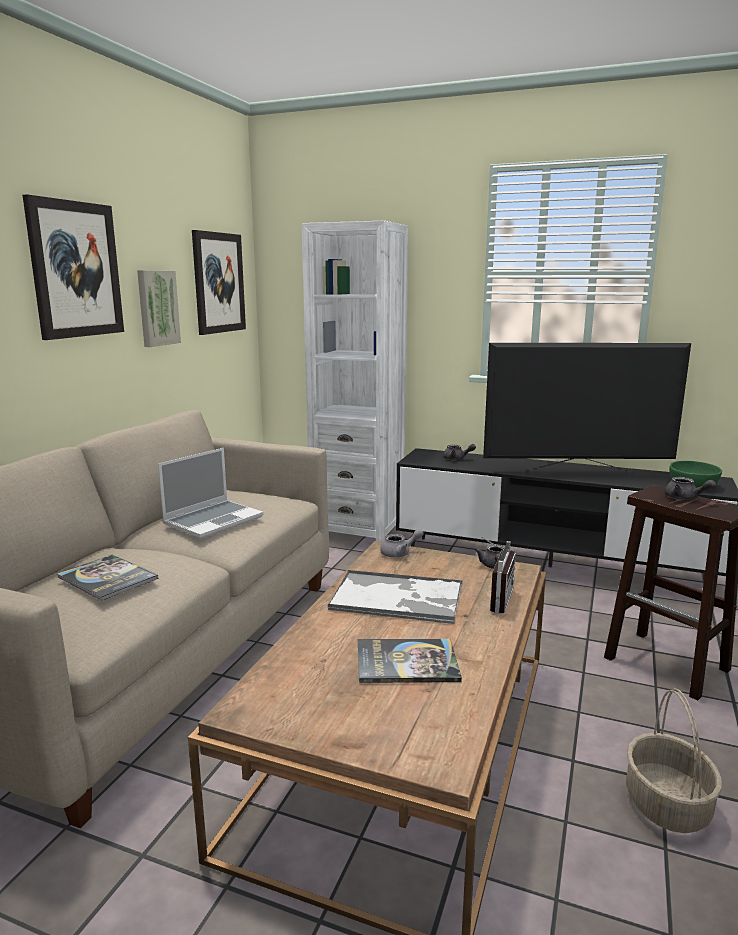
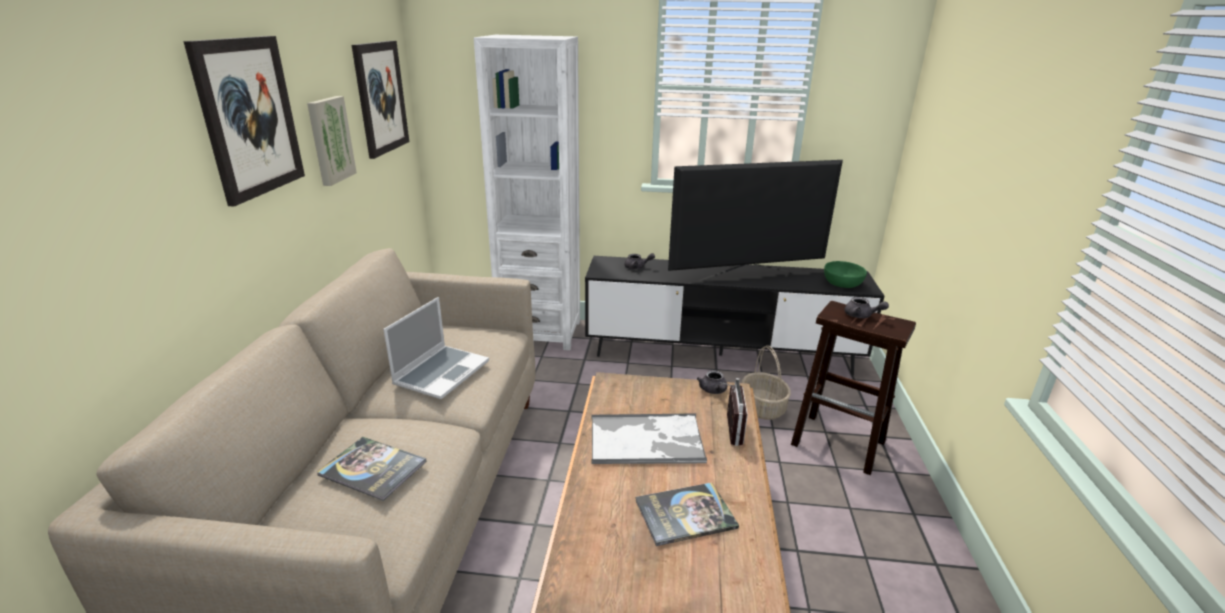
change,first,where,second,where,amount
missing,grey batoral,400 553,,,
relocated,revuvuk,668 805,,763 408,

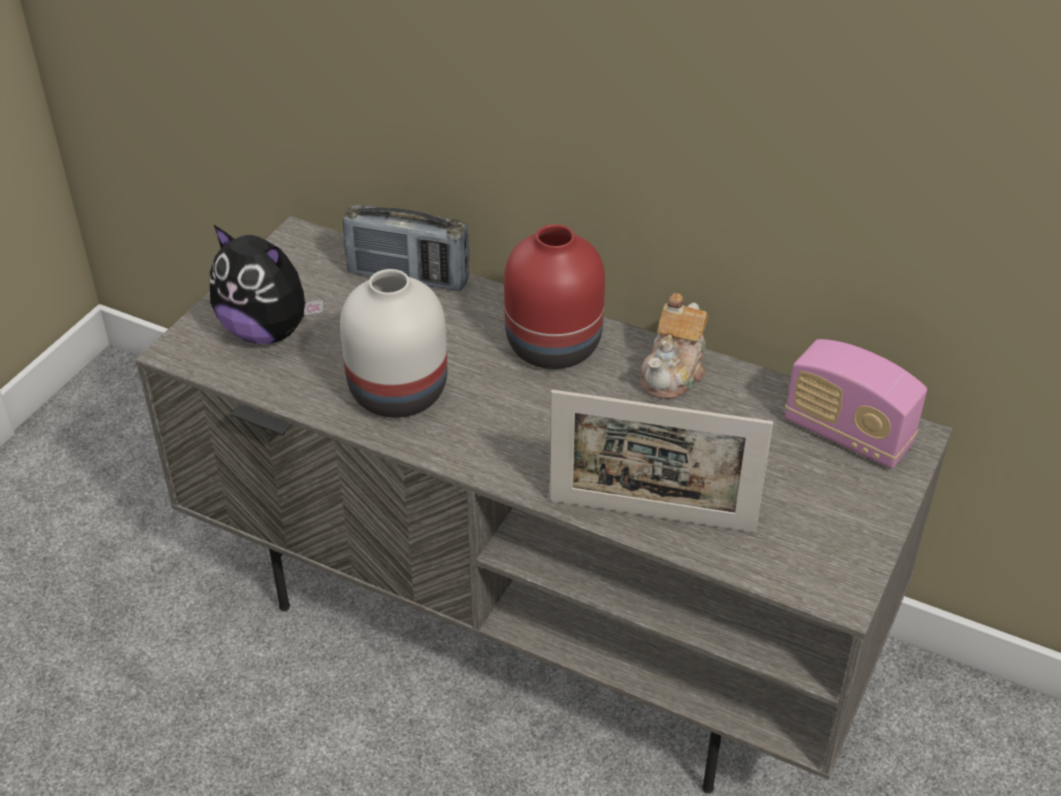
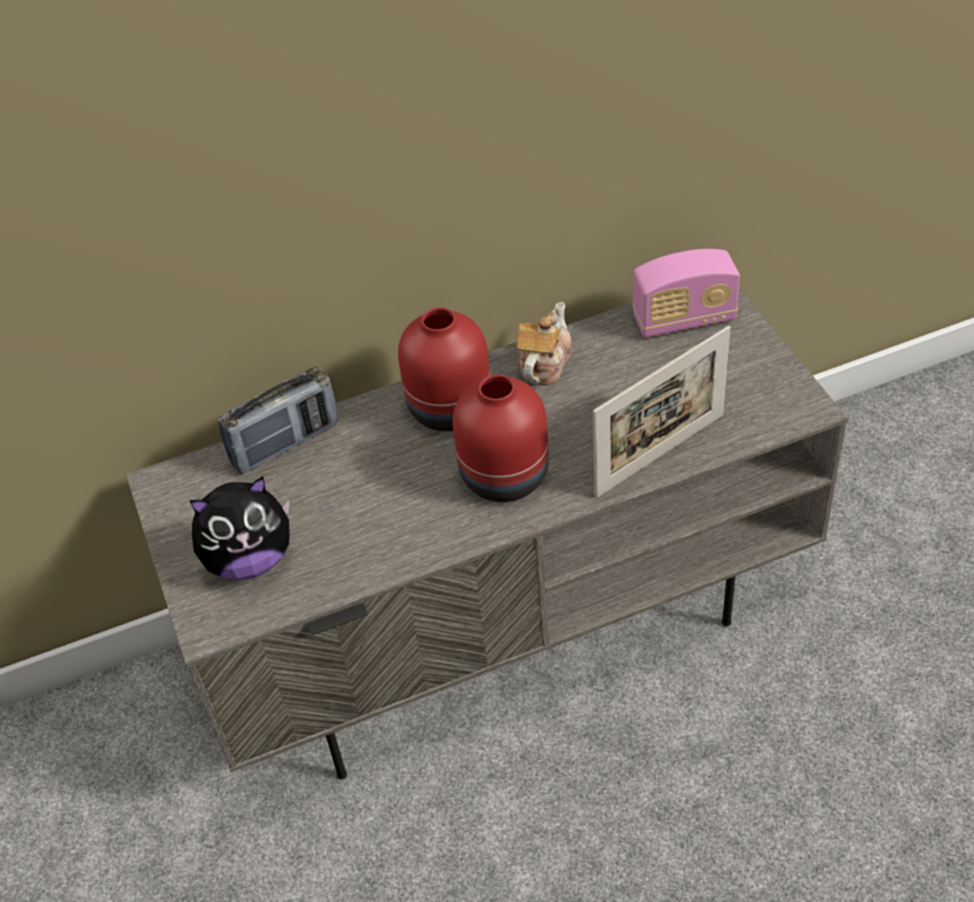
change,first,where,second,where,amount
missing,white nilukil,401 392,,,
spun,batoral,674 372,,544 363,135 degrees counterclockwise
appeared,,,red nilukil,506 476,

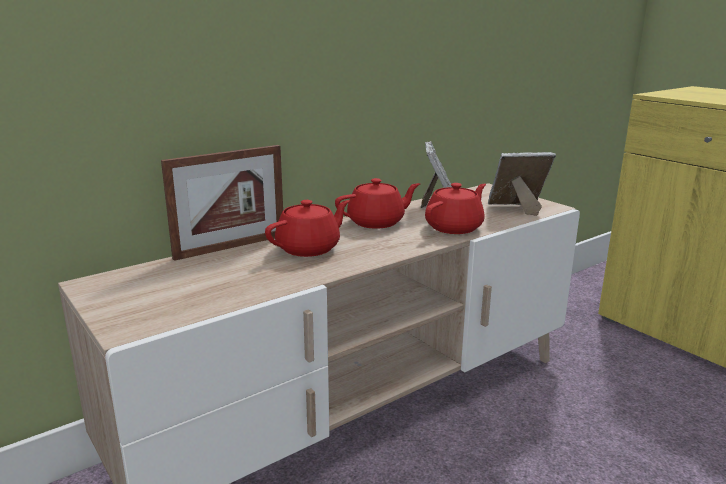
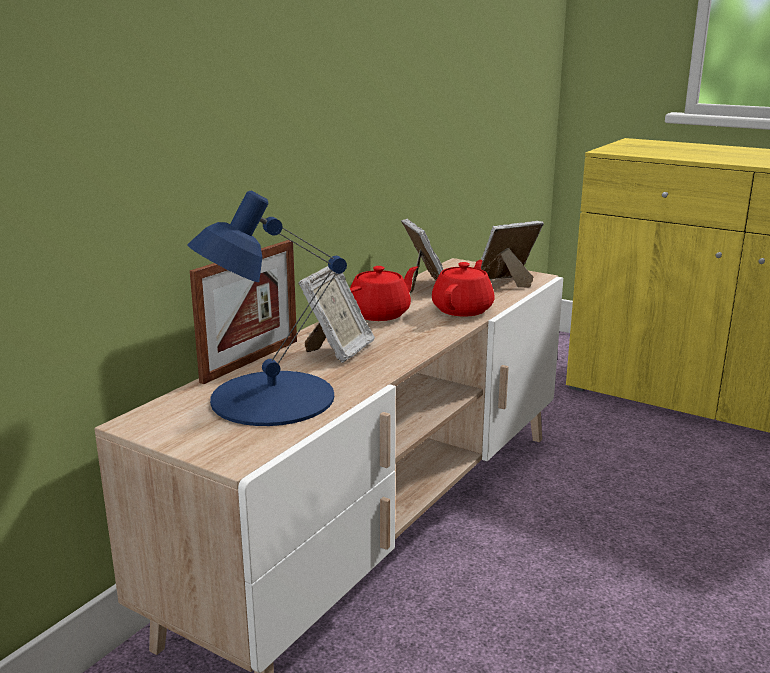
change,first,where,second,where,amount
exchanged,red batoral,309 248,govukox,338 350,
appeared,,,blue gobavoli,270 398,

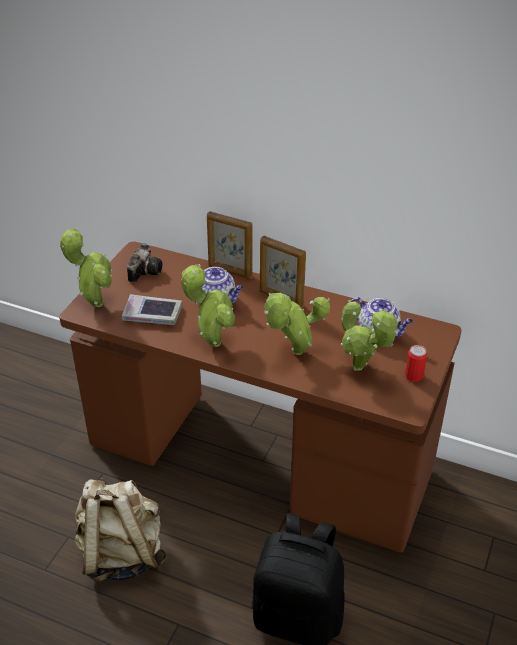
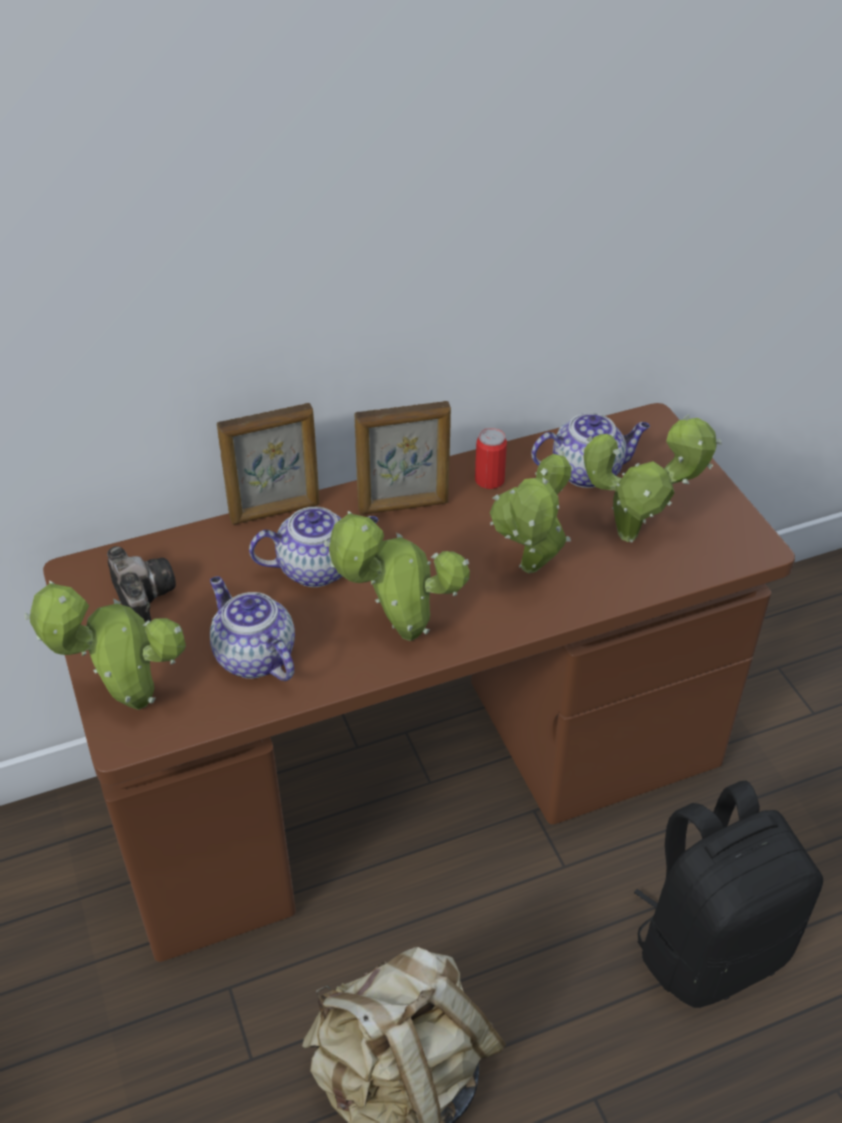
change,first,where,second,where,amount
exchanged,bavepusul,152 314,batoral,253 656,
relocated,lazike,414 376,,489 480,

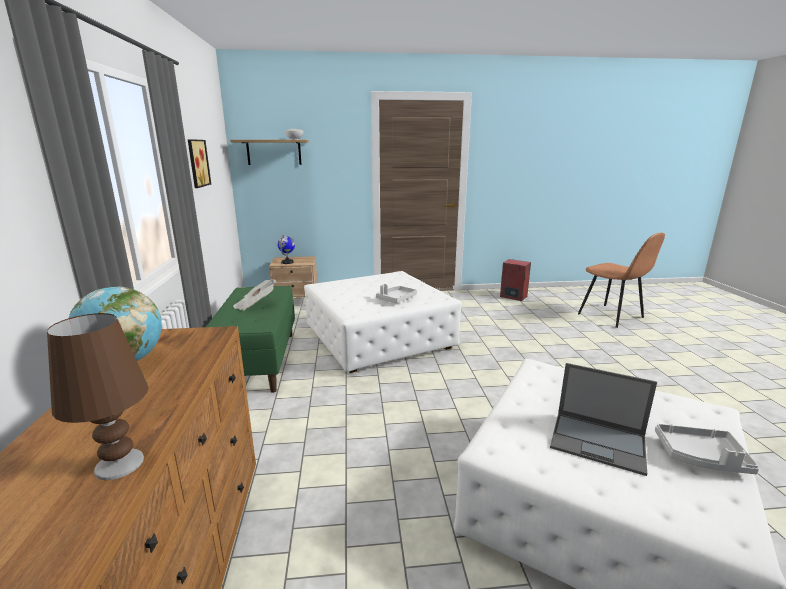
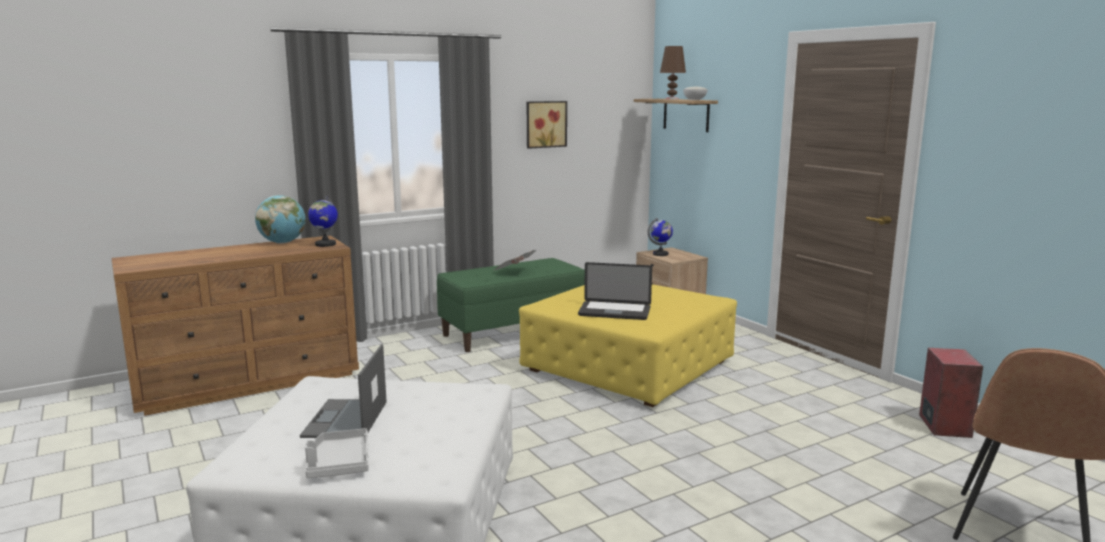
change,first,where,second,where,amount
colour,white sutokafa,379 337,yellow sutokafa,629 365,
exchanged,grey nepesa,396 299,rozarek,614 312,
relocated,brown gobavoli,120 464,,672 99,
appeared,,,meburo,325 244,

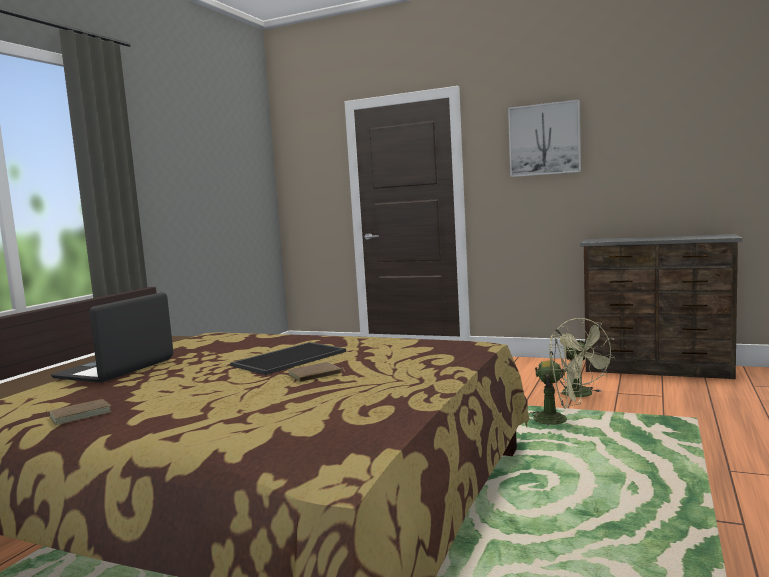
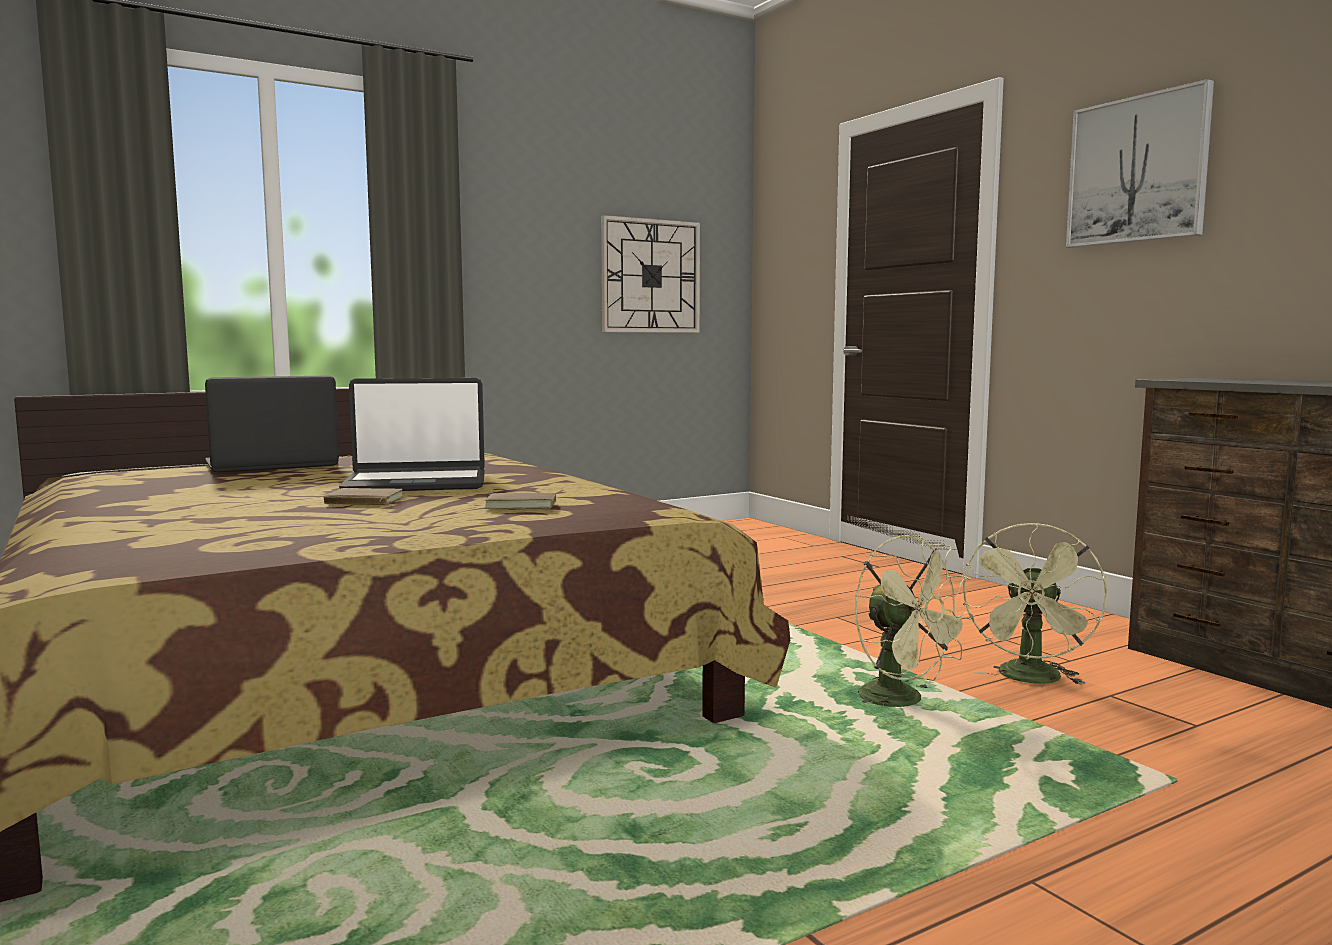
change,first,where,second,where,amount
exchanged,nepesa,289 358,rozarek,416 483,
relocated,brown bavepusul,80 414,,521 505,
appeared,,,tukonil,650 276,

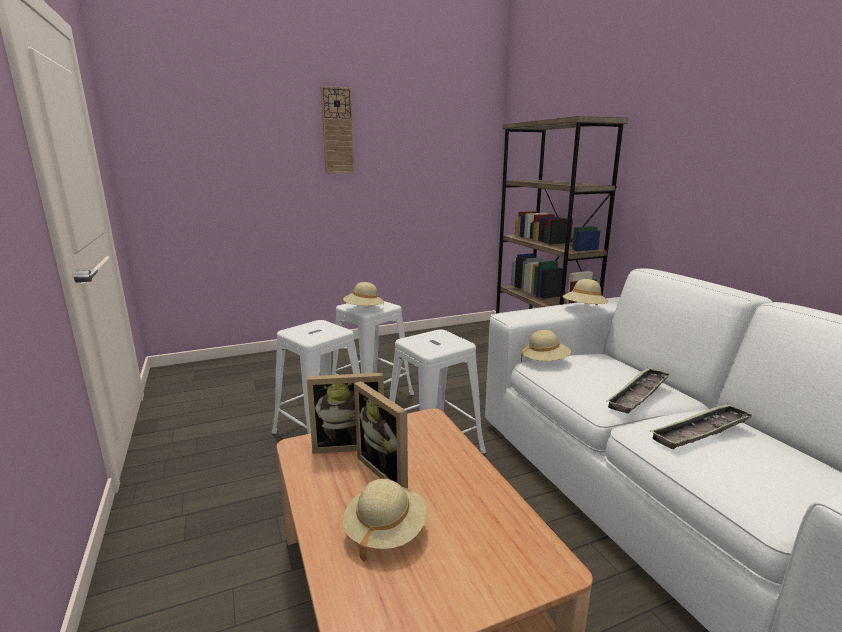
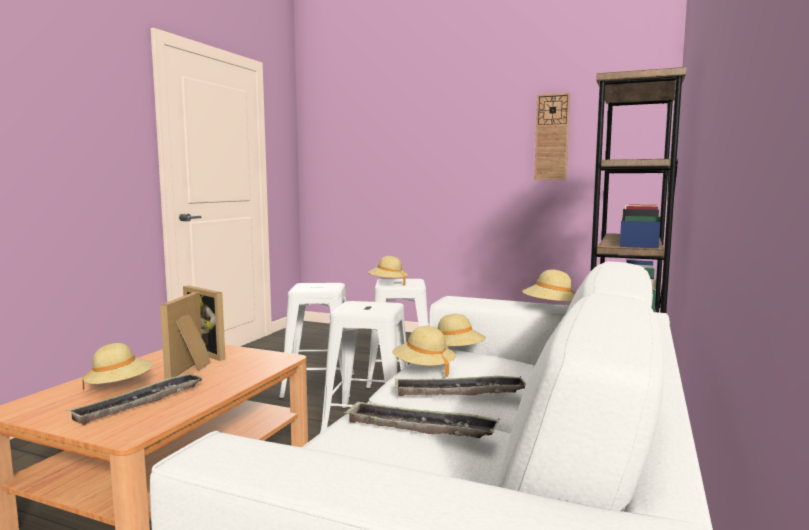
change,first,where,second,where,amount
relocated,tukonil,338 131,,552 137,
appeared,,,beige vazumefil,423 369,
appeared,,,nepesa,140 403,

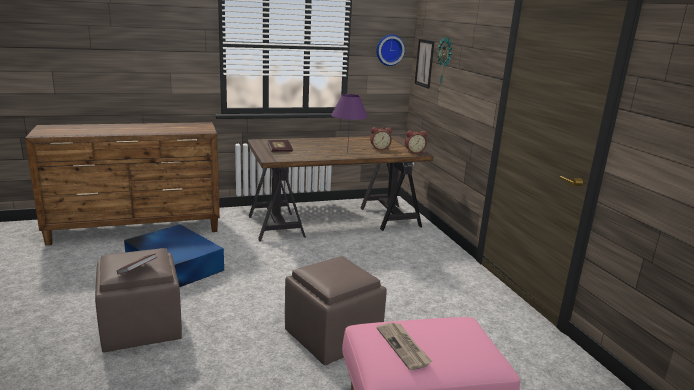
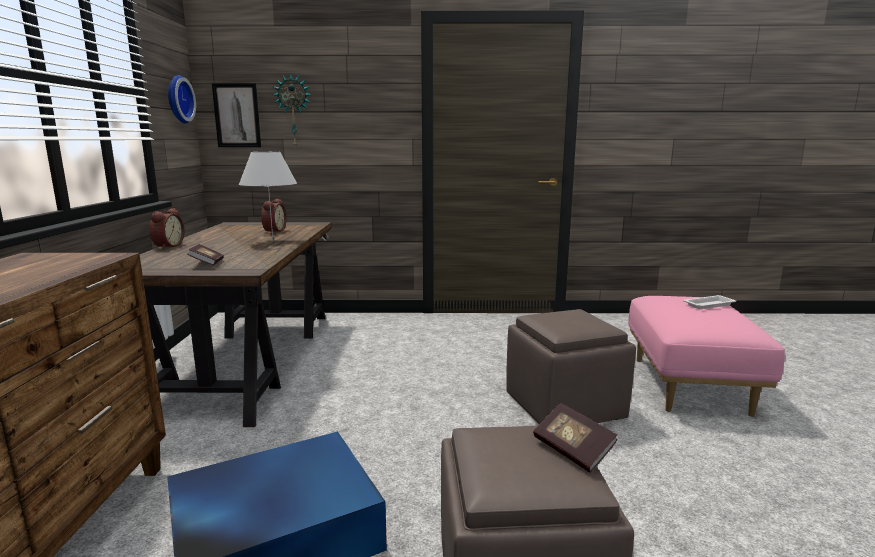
change,first,where,second,where,amount
colour,purple gobavoli,347 153,white gobavoli,273 241,
relocated,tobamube,414 152,,167 246,
missing,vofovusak,404 347,,,
appeared,,,white nepesa,709 305,

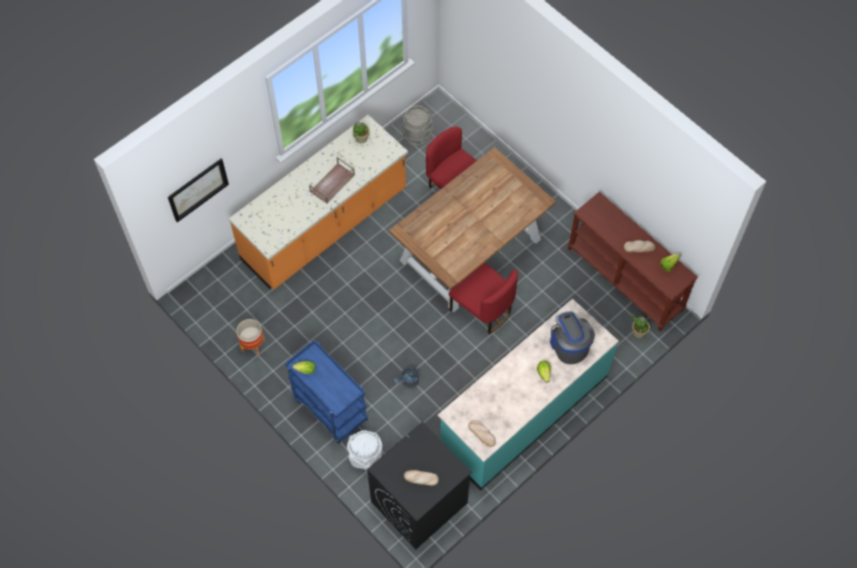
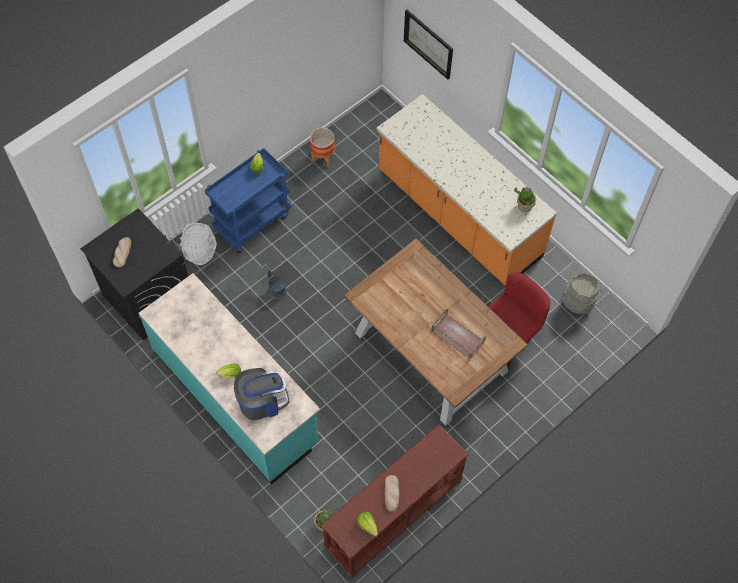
change,first,where,second,where,amount
relocated,brown nepesa,332 184,,457 336,
missing,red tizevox,482 310,,,
missing,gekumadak,482 434,,,

